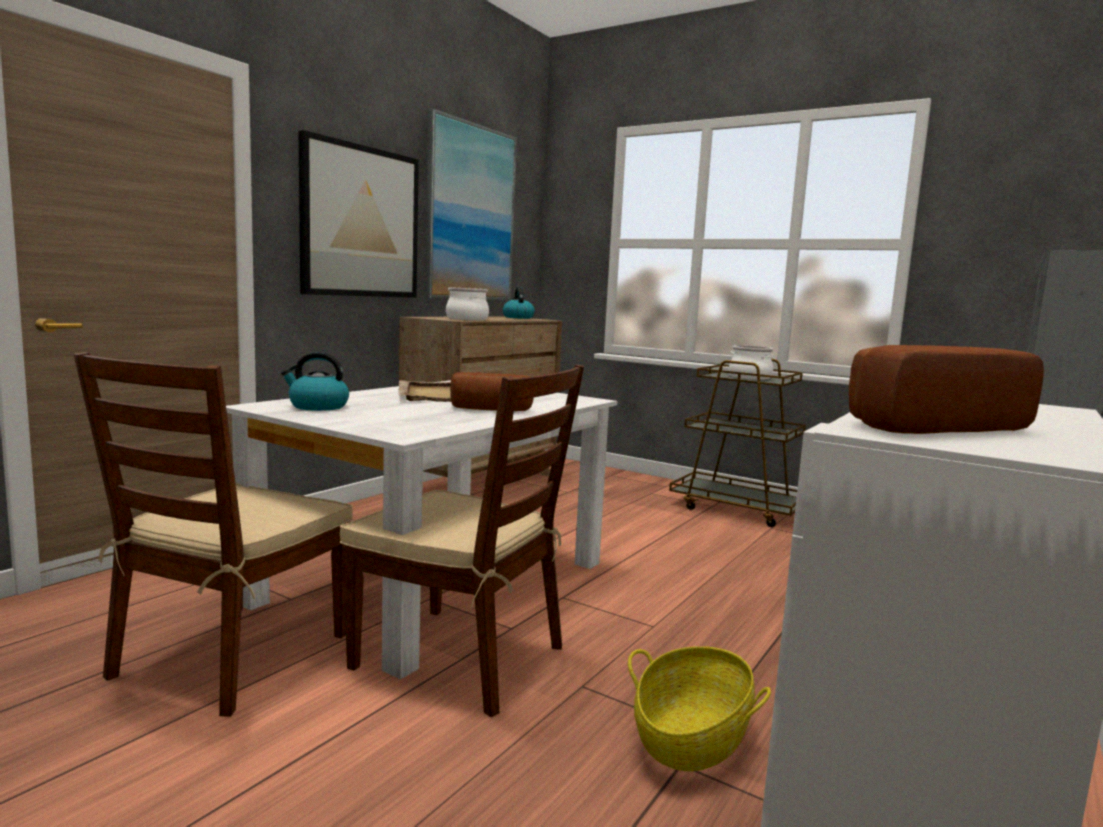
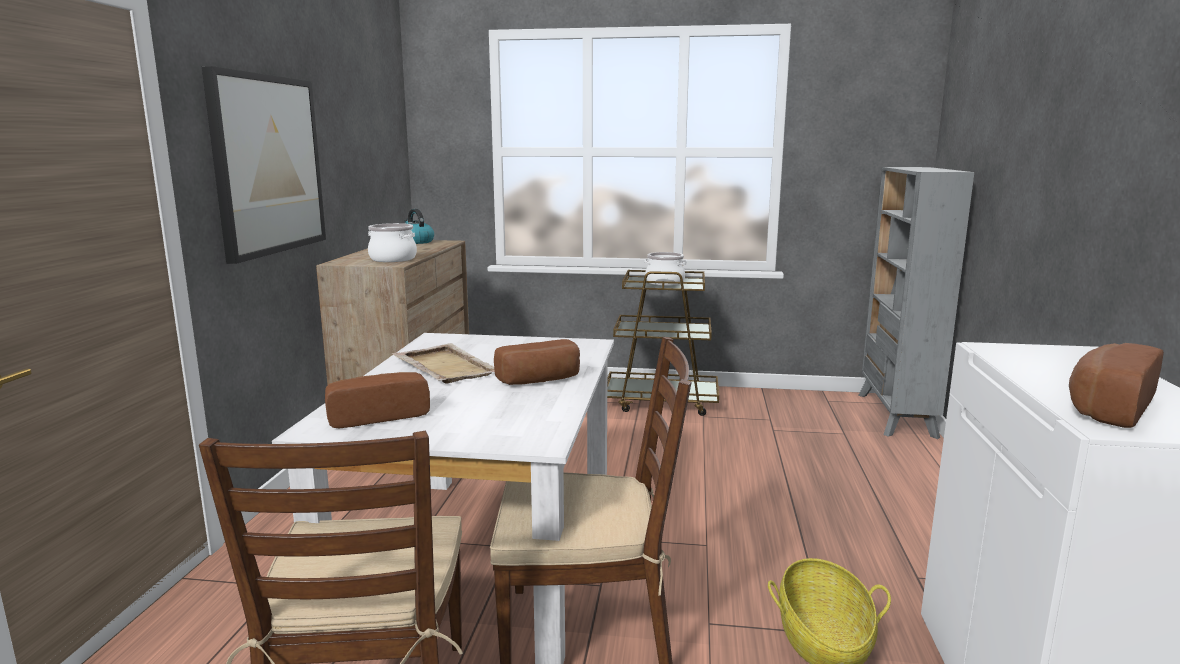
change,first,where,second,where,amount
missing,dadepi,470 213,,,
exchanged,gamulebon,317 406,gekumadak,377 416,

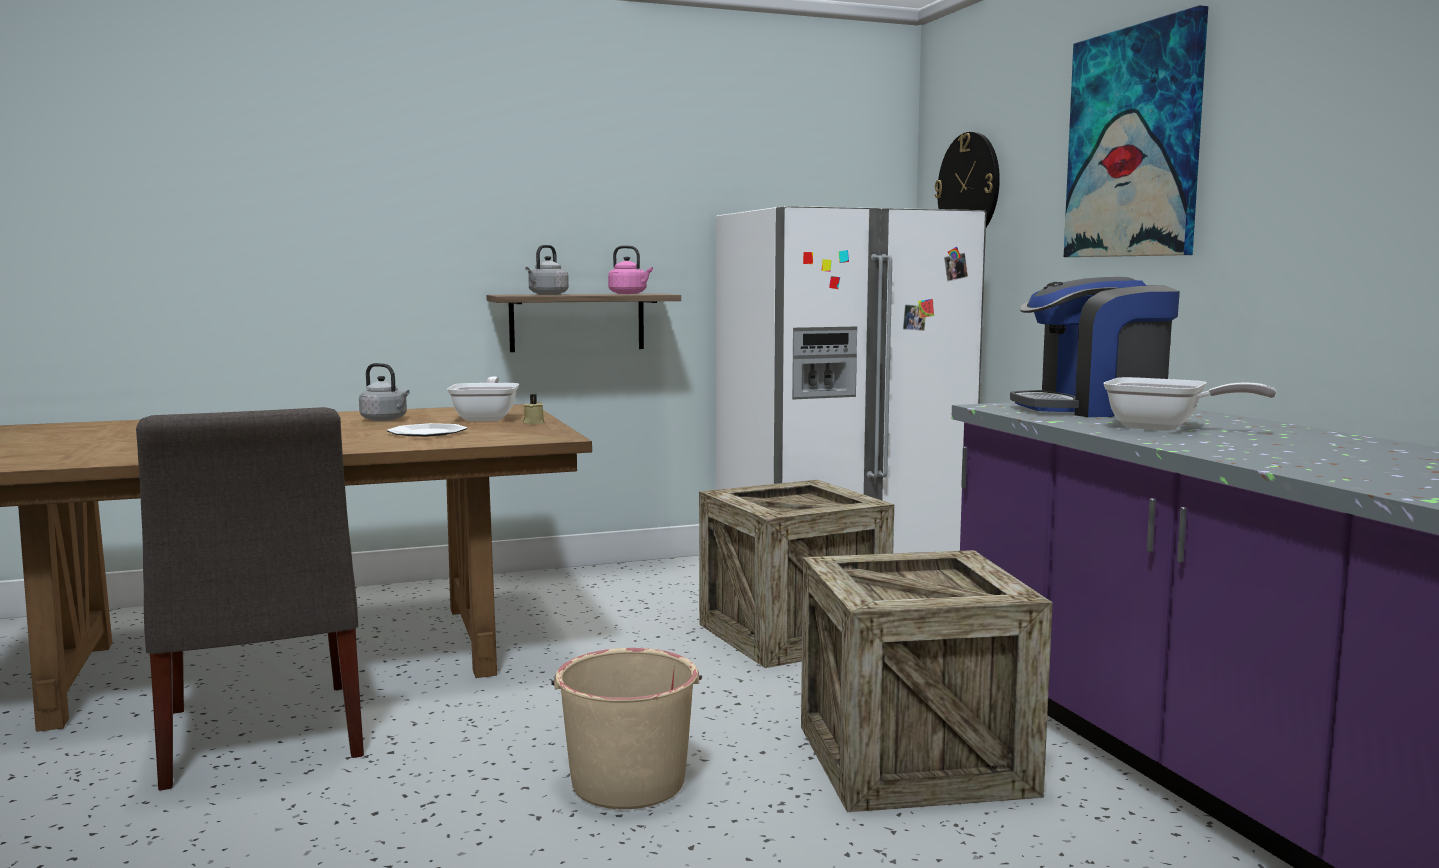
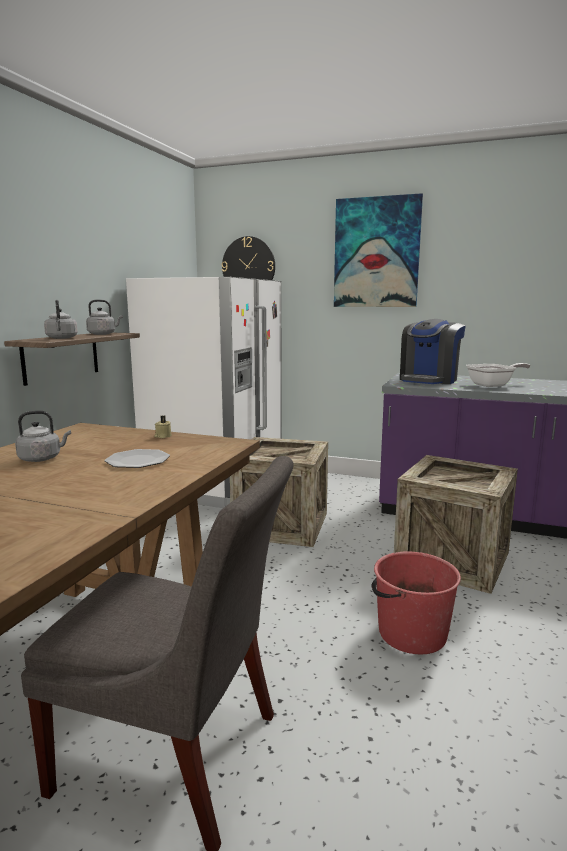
change,first,where,second,where,amount
colour,pink gamulebon,629 293,grey gamulebon,103 334,
missing,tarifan,487 418,,,
colour,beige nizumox,628 782,red nizumox,411 633,

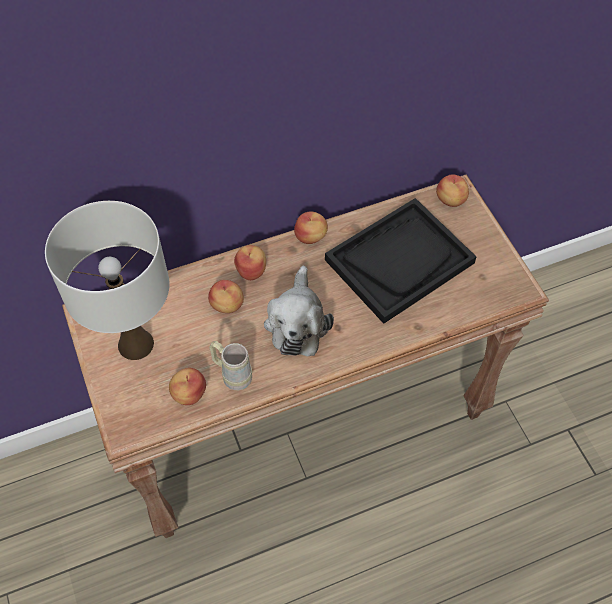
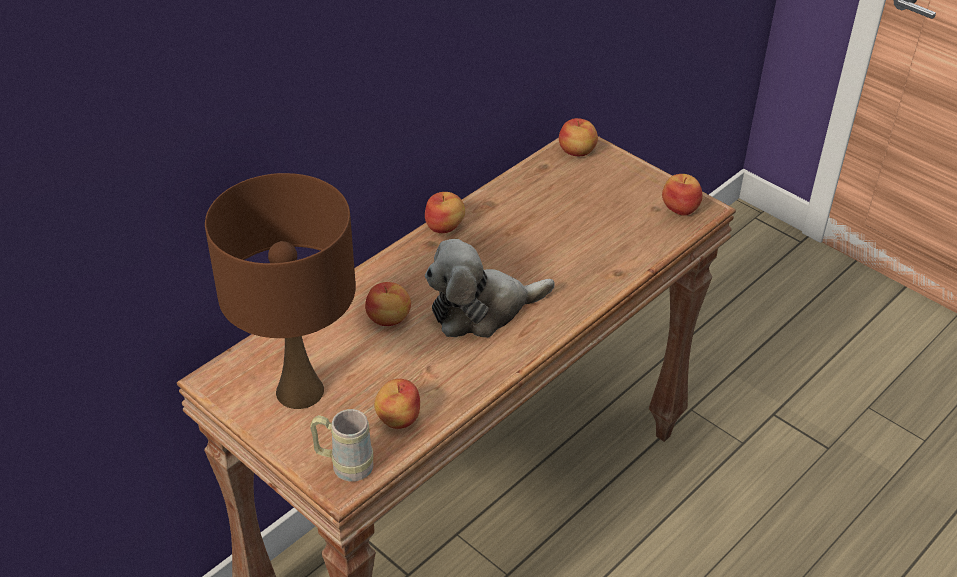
change,first,where,second,where,amount
missing,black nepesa,399 261,,,
colour,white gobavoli,136 344,brown gobavoli,300 390,
relocated,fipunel,251 270,,680 207,
spun,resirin,297 322,,482 310,90 degrees clockwise
relocated,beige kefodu,232 374,,344 465,

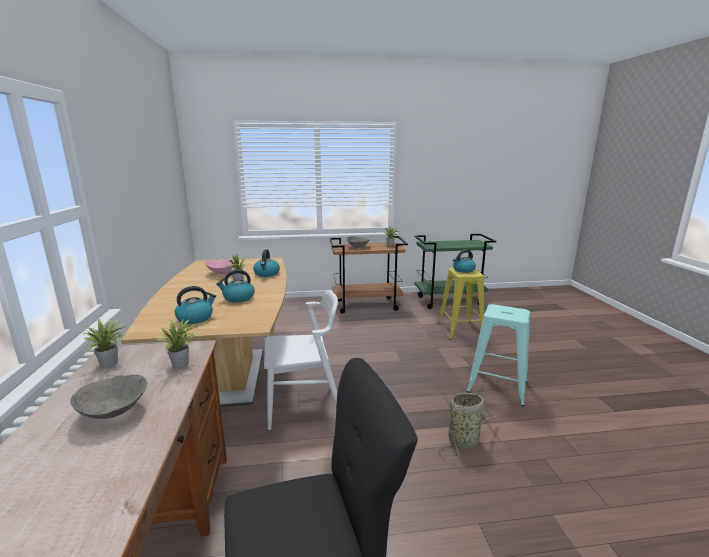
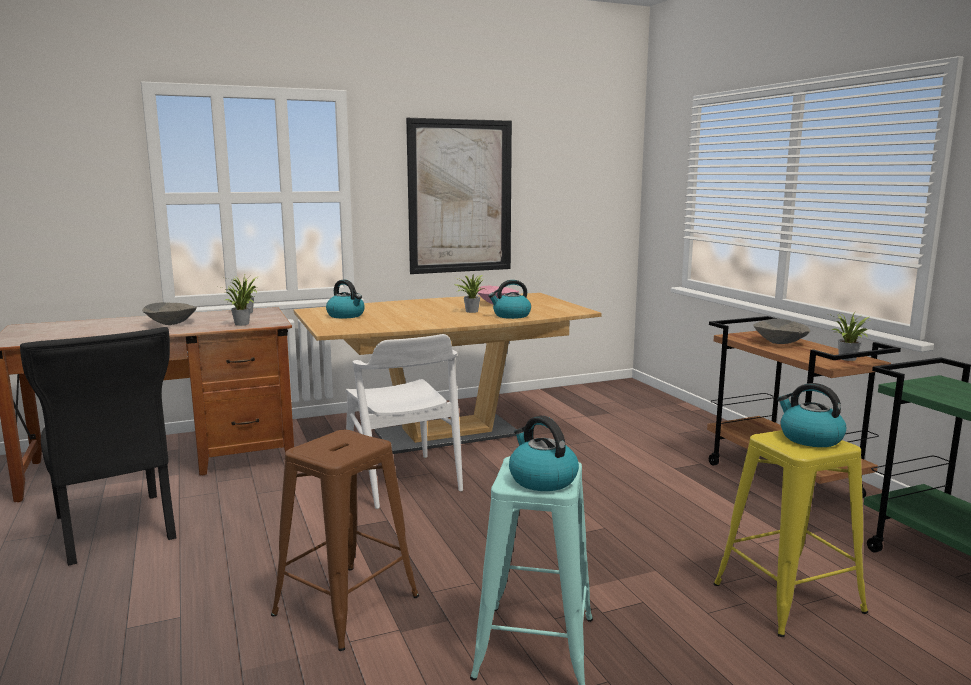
change,first,where,second,where,amount
relocated,gamulebon,238 298,,541 479,
exchanged,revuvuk,465 440,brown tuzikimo,346 605,
appeared,,,dadepi,460 197,

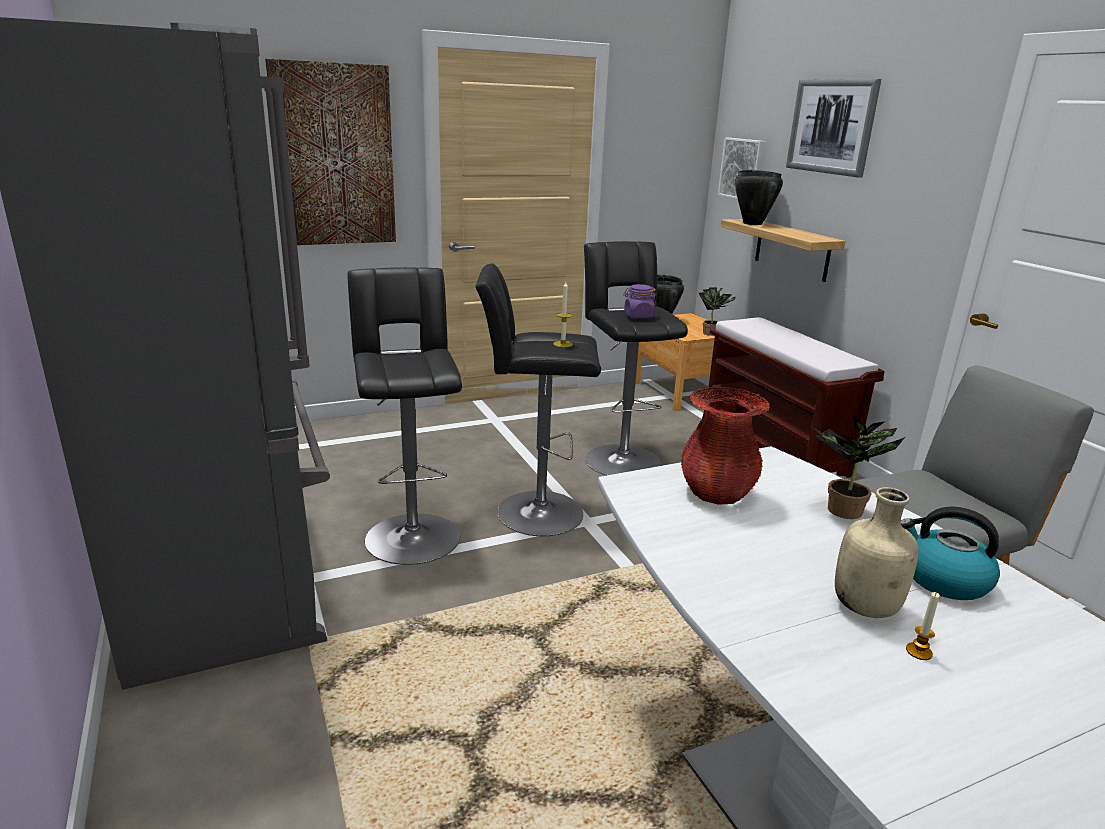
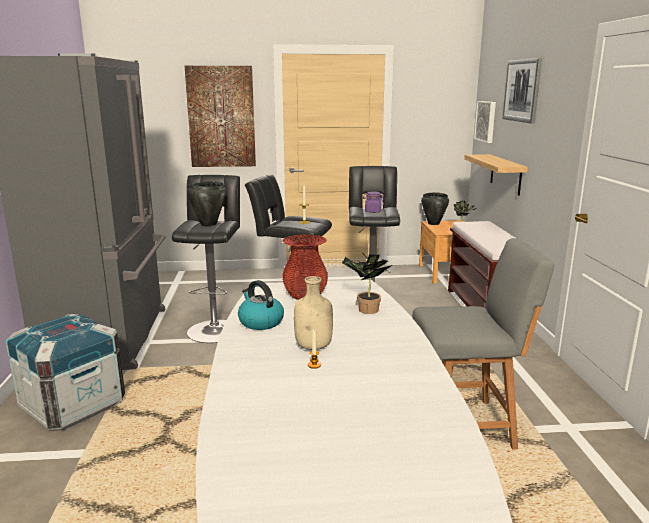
change,first,where,second,where,amount
relocated,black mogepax,752 223,,208 224,
relocated,gamulebon,943 579,,260 322,
appeared,,,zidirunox,73 405,

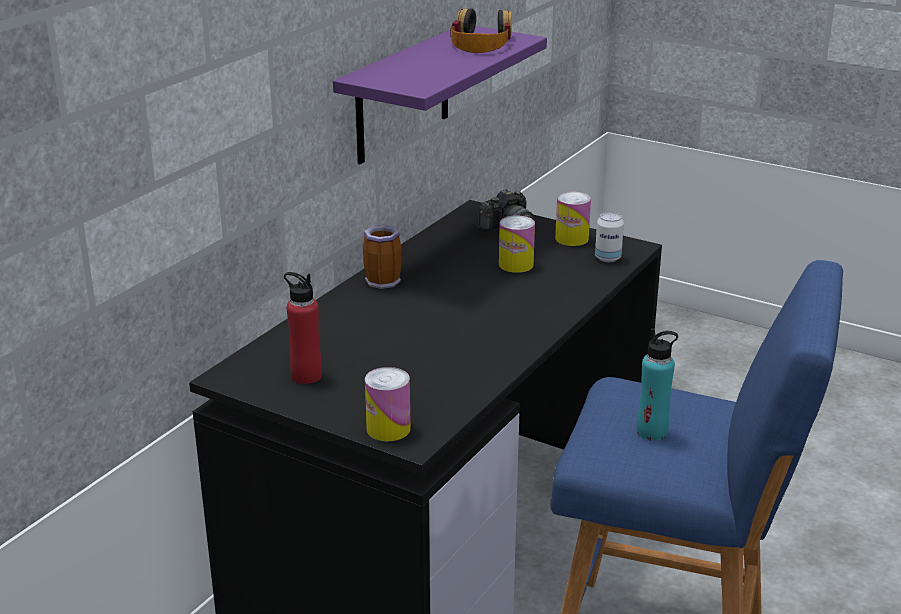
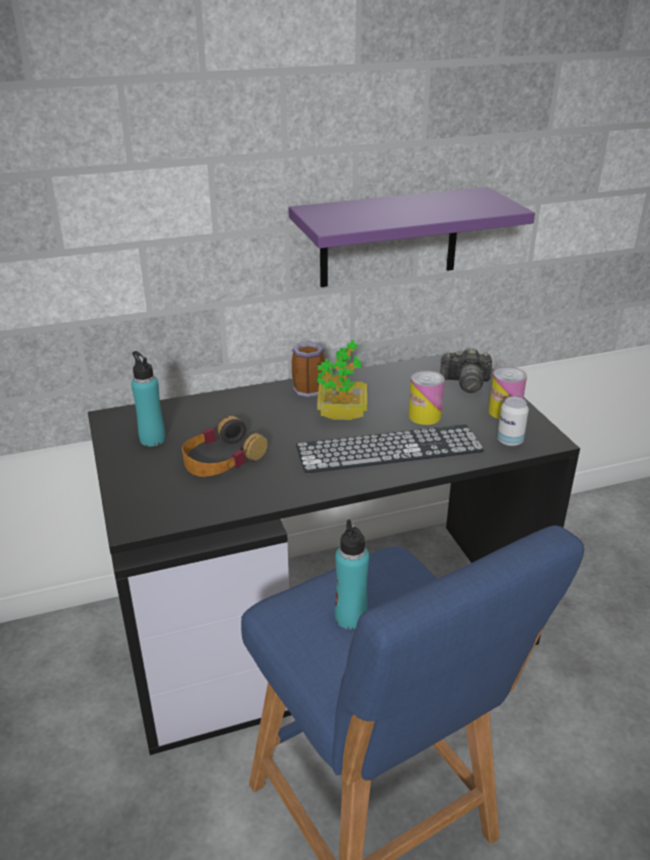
change,first,where,second,where,amount
relocated,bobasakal,481 43,,222 458,
colour,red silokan,306 375,turquoise silokan,152 439,
missing,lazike,388 429,,,
appeared,,,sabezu,342 414,
appeared,,,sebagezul,389 448,

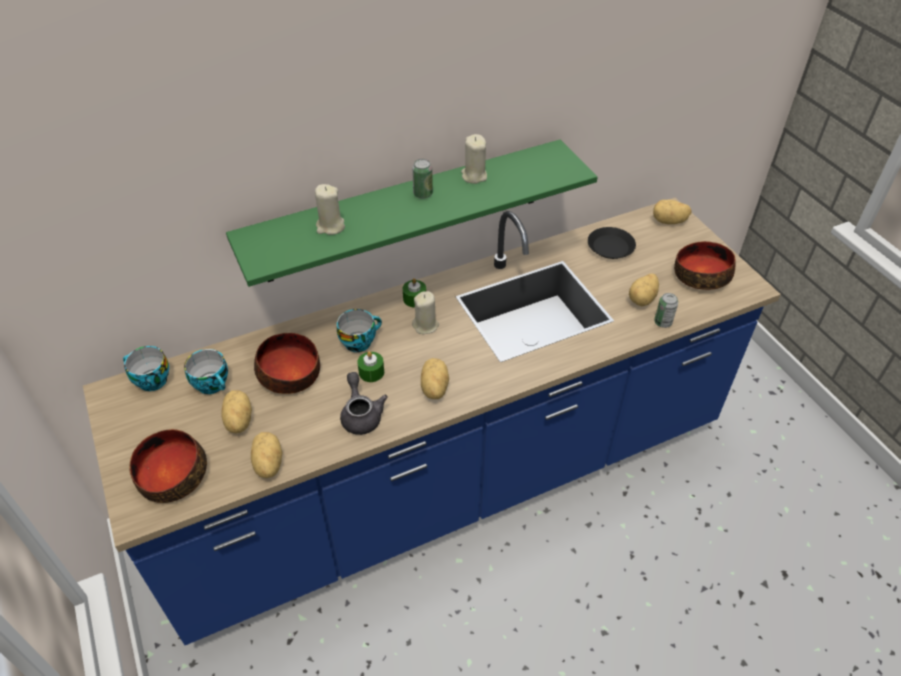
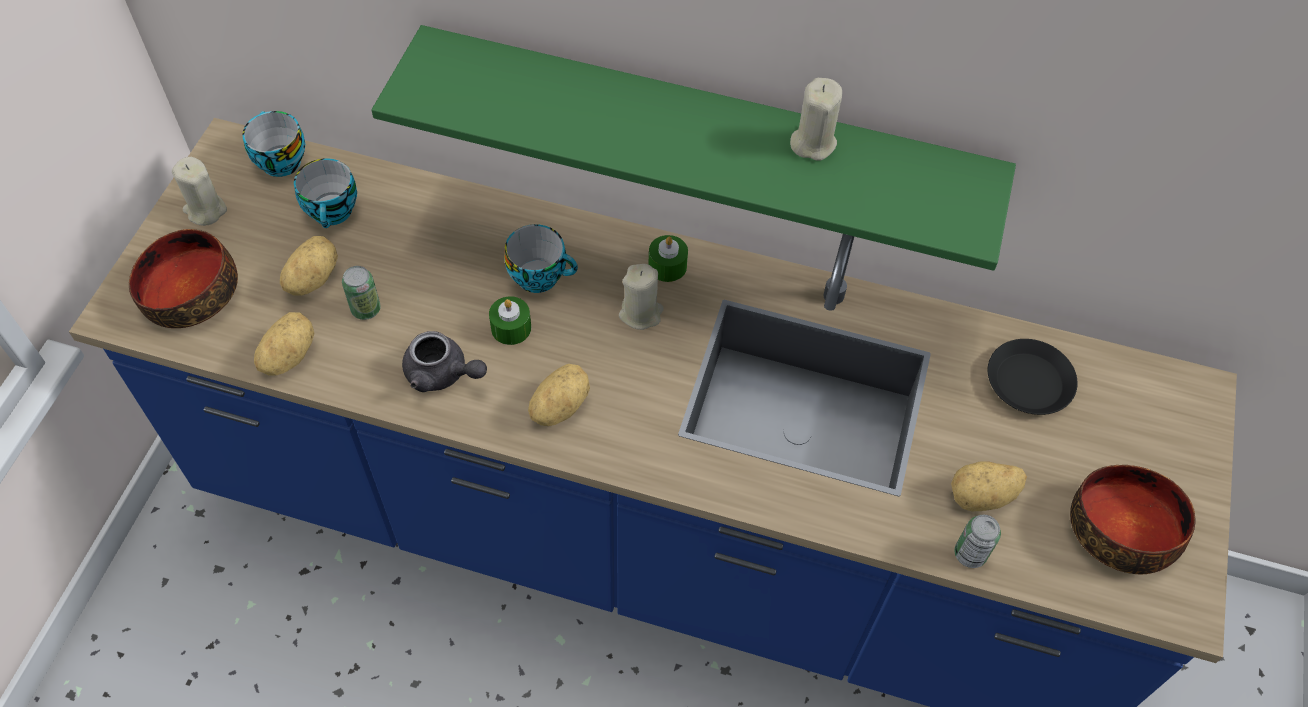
change,first,where,second,where,amount
relocated,lazike,423 194,,366 309,
relocated,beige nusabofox,330 226,,205 210,
missing,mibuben,669 221,,,
missing,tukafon,290 374,,,
spun,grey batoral,361 414,,442 374,90 degrees clockwise

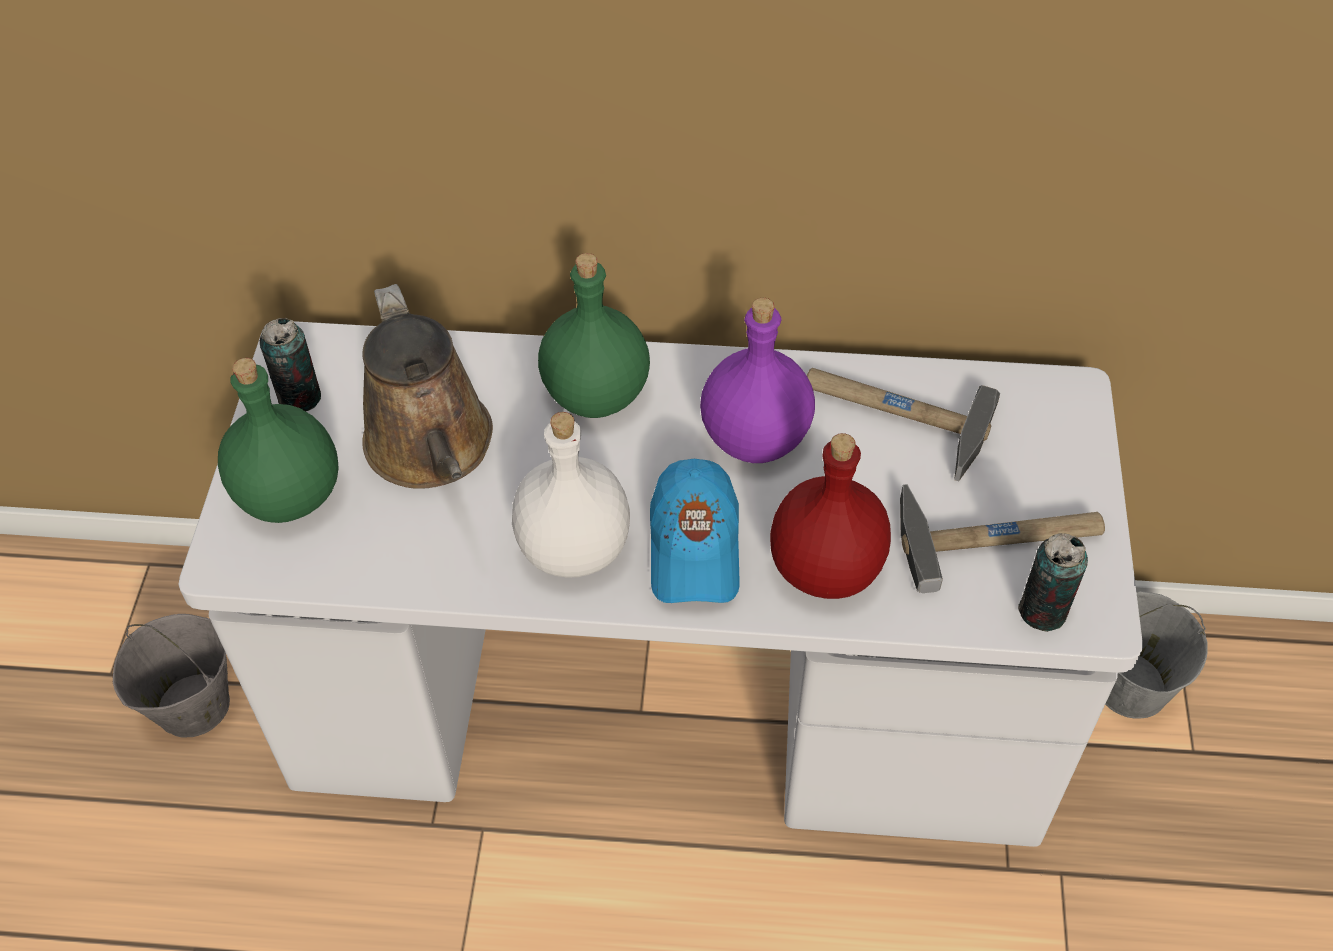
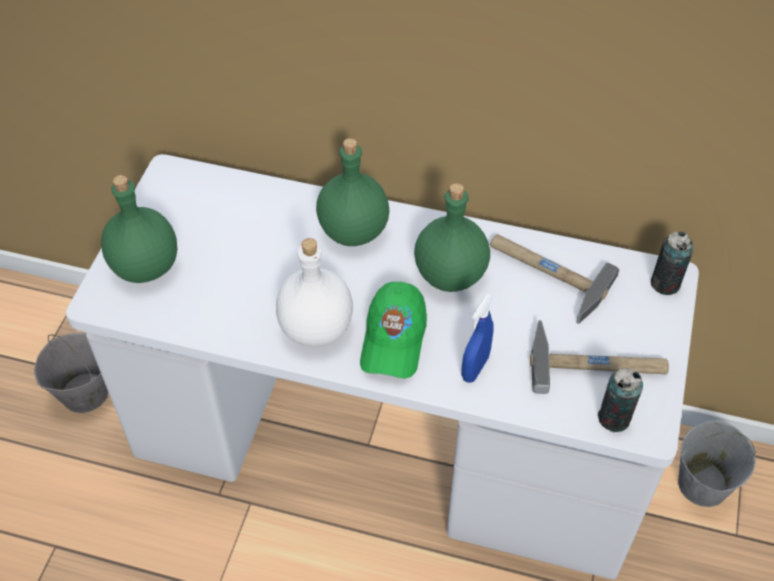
change,first,where,second,where,amount
missing,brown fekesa,432 448,,,
colour,purple silokan,754 436,green silokan,450 274,
relocated,lazike,299 397,,665 284,
exchanged,red silokan,824 570,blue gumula,475 368,
colour,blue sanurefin,694 547,green sanurefin,393 340,

